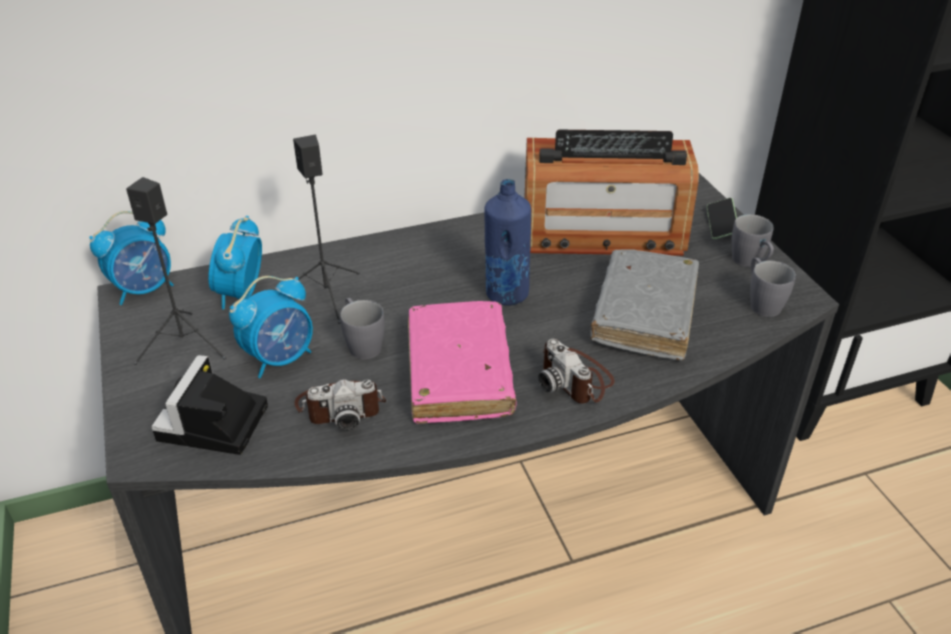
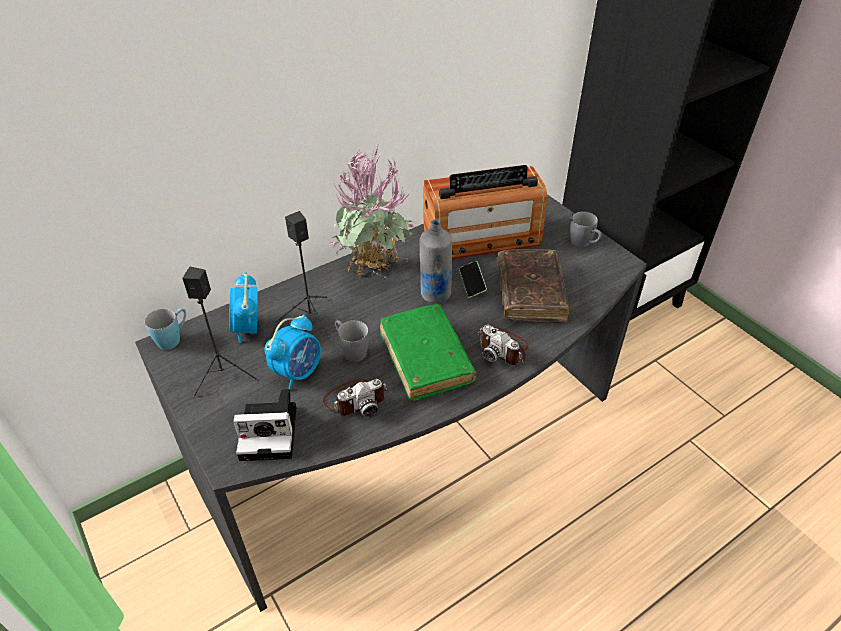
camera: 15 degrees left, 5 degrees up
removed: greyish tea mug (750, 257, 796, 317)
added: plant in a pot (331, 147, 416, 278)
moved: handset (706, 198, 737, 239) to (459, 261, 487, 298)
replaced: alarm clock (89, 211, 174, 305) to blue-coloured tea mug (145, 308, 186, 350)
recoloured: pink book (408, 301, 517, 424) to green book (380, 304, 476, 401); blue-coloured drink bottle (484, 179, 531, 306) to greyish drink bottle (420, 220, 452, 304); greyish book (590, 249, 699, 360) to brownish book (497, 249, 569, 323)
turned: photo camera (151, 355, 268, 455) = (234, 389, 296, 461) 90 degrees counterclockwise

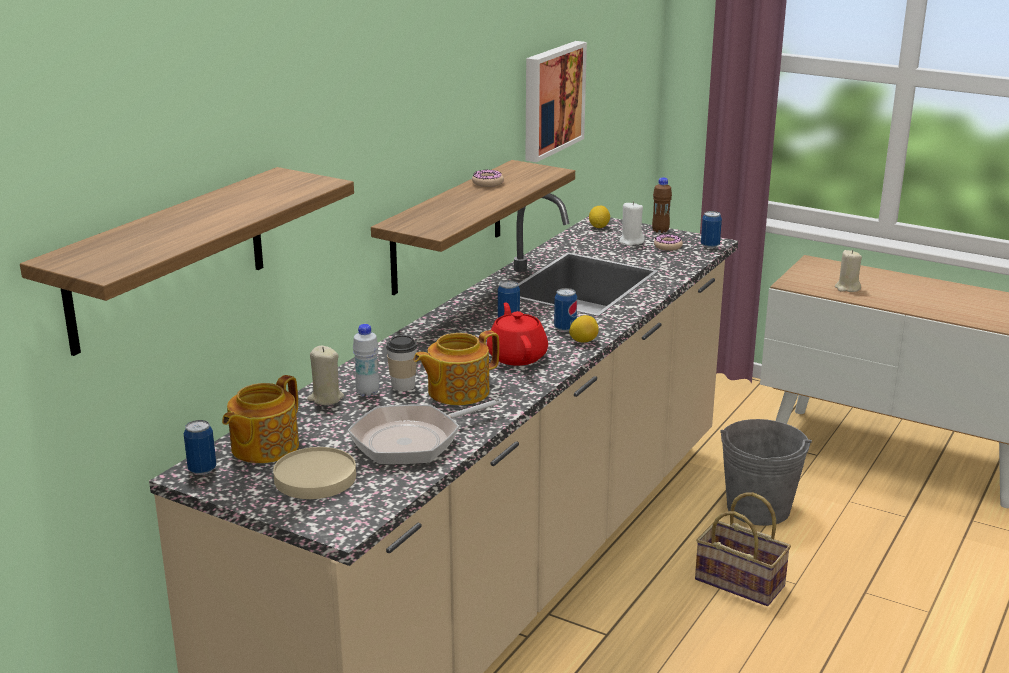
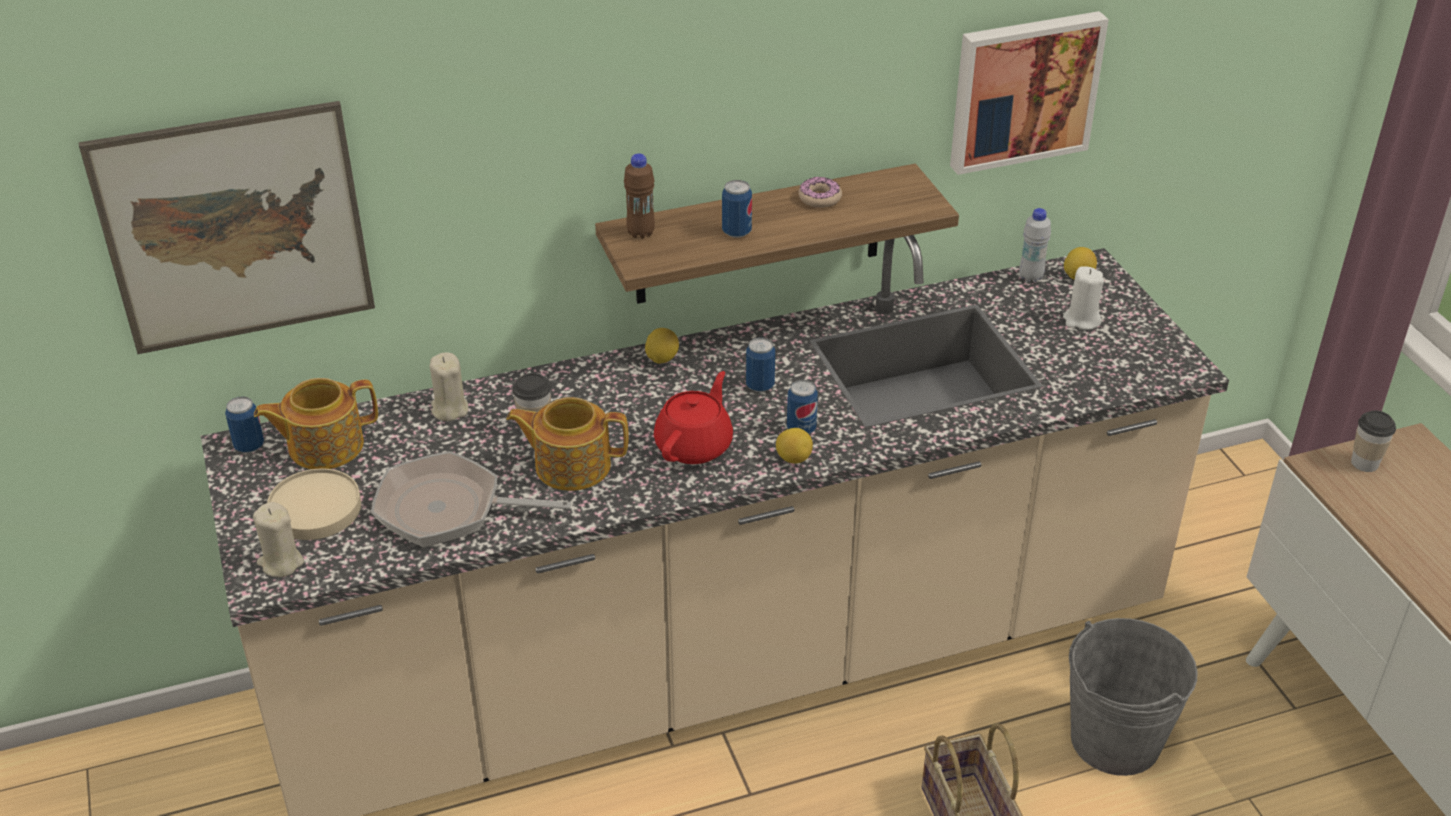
camera: 40 degrees right, 15 degrees up
removed: doughnut (654, 234, 683, 251)
added: lemon (645, 328, 679, 364); cup (1351, 410, 1396, 472)
moved: sand-coloured candle (835, 250, 862, 292) to (253, 502, 304, 578); brownish drink bottle (652, 177, 672, 233) to (624, 153, 655, 239); metal can (701, 211, 722, 248) to (722, 180, 752, 238); white-coloured drink bottle (353, 324, 379, 397) to (1019, 208, 1051, 282)
replaced: bracket shelf (20, 167, 354, 356) to wall picture (79, 101, 375, 354)

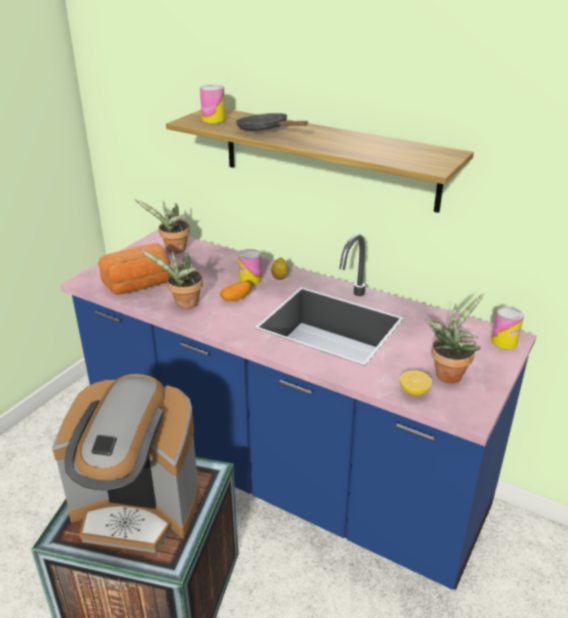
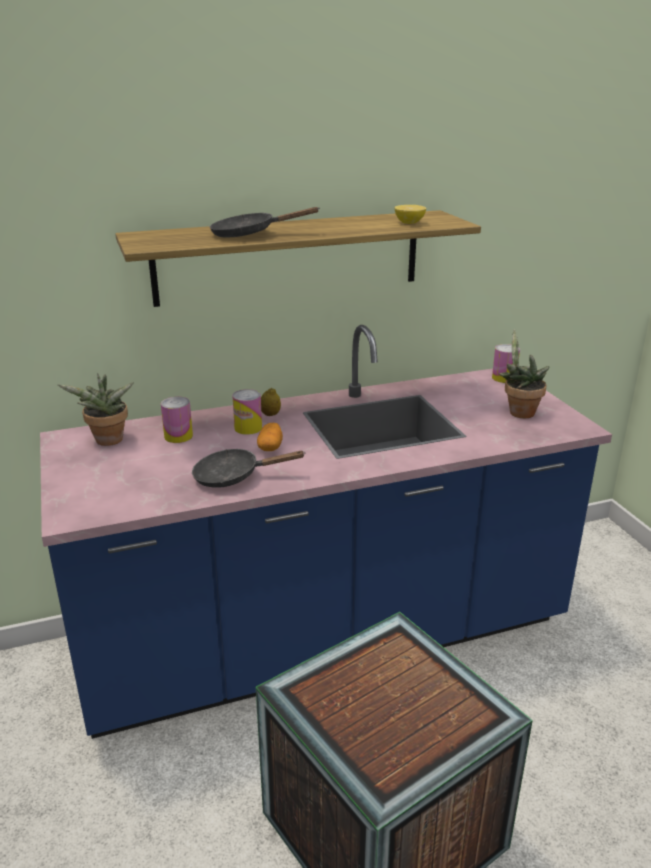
camera: 50 degrees left, 5 degrees down
removed: coffee machine (52, 374, 200, 553); bakery bread (98, 243, 170, 294)
moved: metal can (200, 85, 226, 123) to (161, 397, 193, 443); lemon (400, 370, 432, 396) to (394, 205, 426, 224)
replaced: plant in a pot (139, 249, 203, 309) to blackish pan (192, 449, 306, 488)

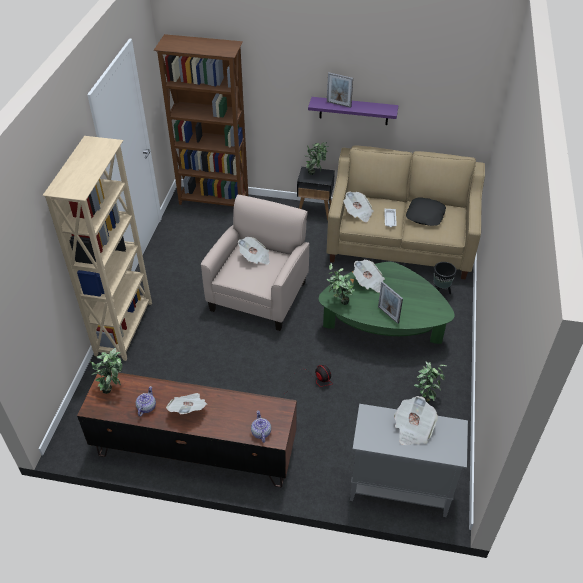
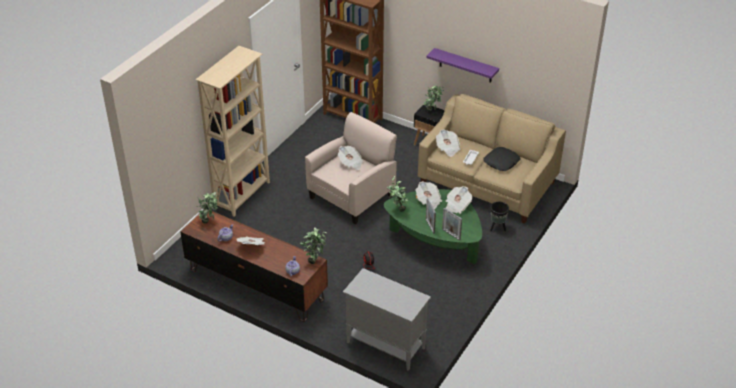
camera: 20 degrees right, 5 degrees down
moved: plant in a pot (414, 361, 446, 404) to (300, 227, 326, 264); picture frame (327, 72, 353, 108) to (442, 208, 462, 241); newspaper (394, 396, 438, 445) to (446, 186, 472, 214)

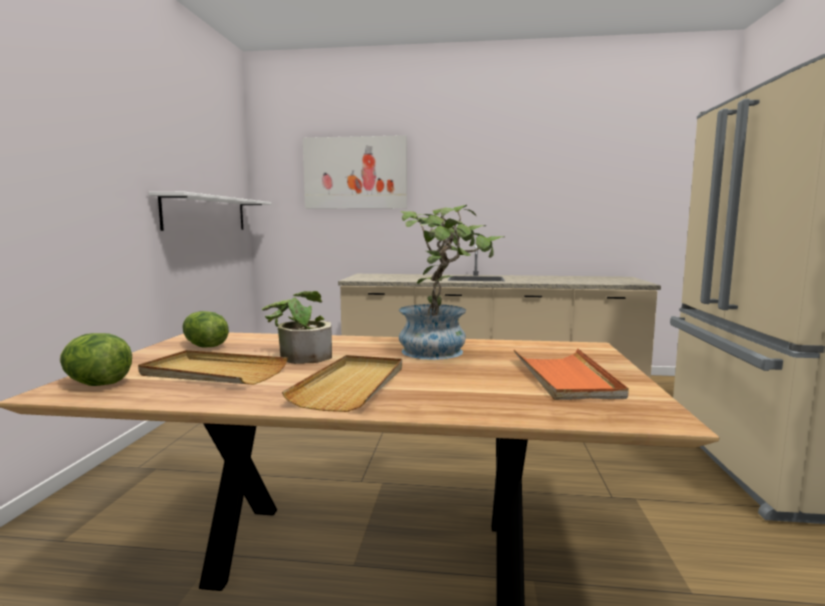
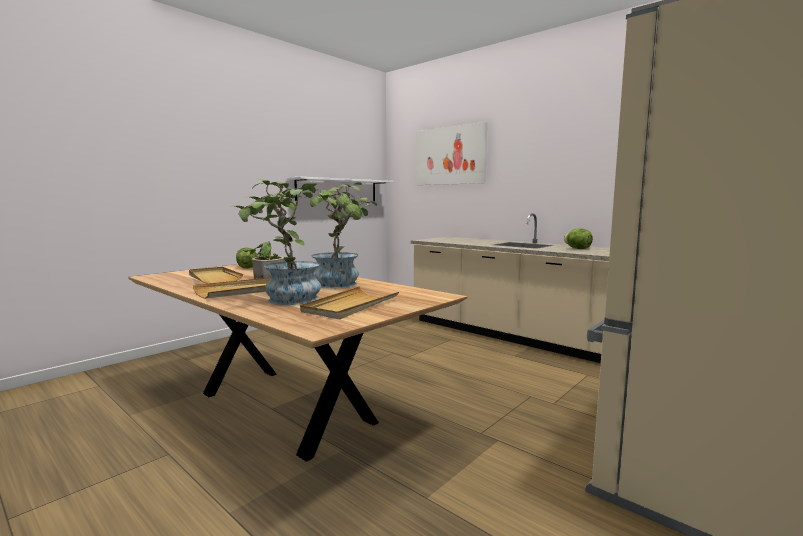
camera: 35 degrees right, 0 degrees up
added: plant in a pot (229, 179, 321, 305)
moved: head of lettuce (60, 333, 132, 386) to (564, 228, 593, 249)
recoloured: orange tray (513, 349, 629, 400) to sand-coloured tray (300, 286, 399, 320)

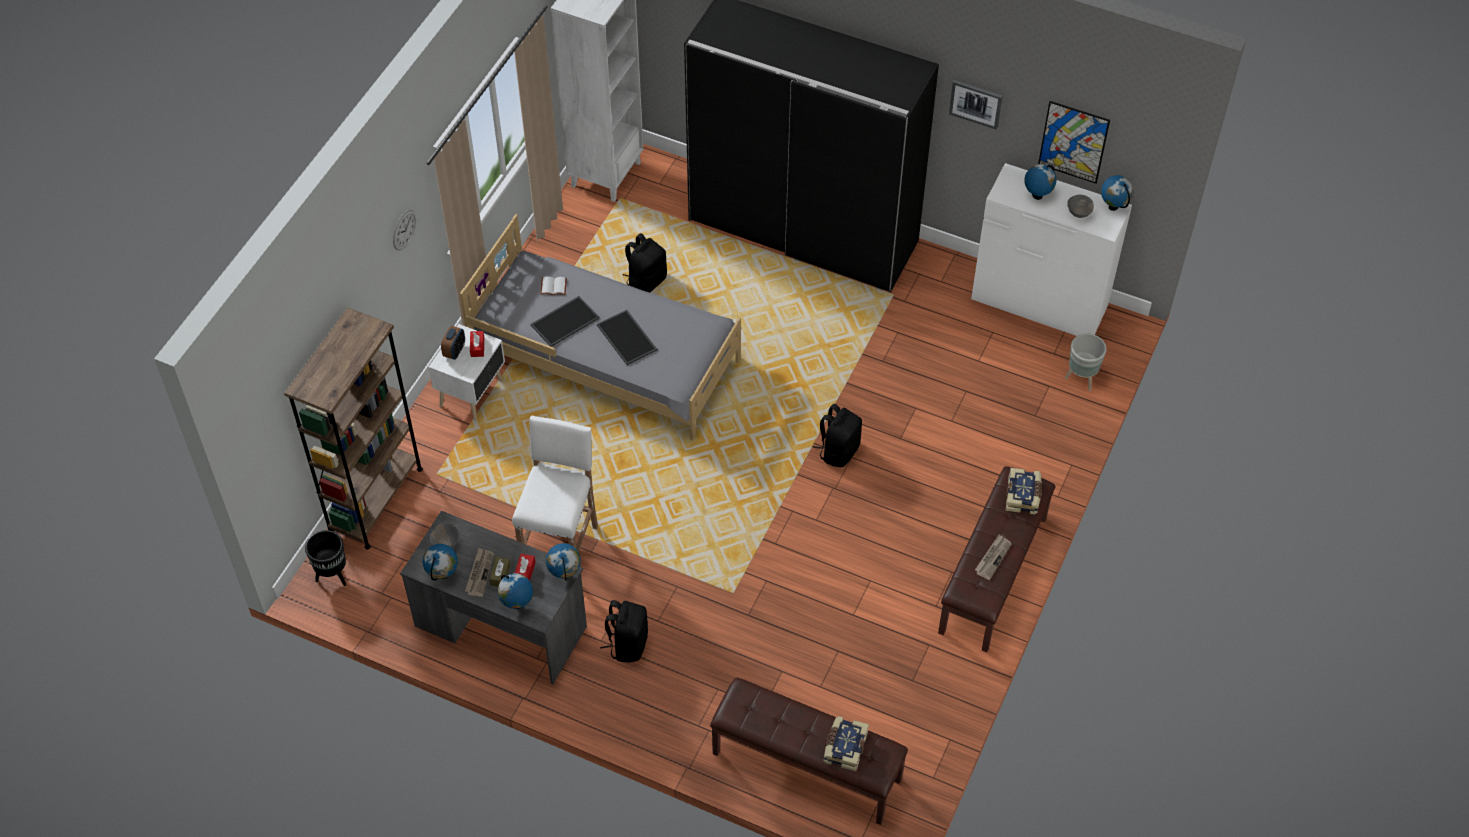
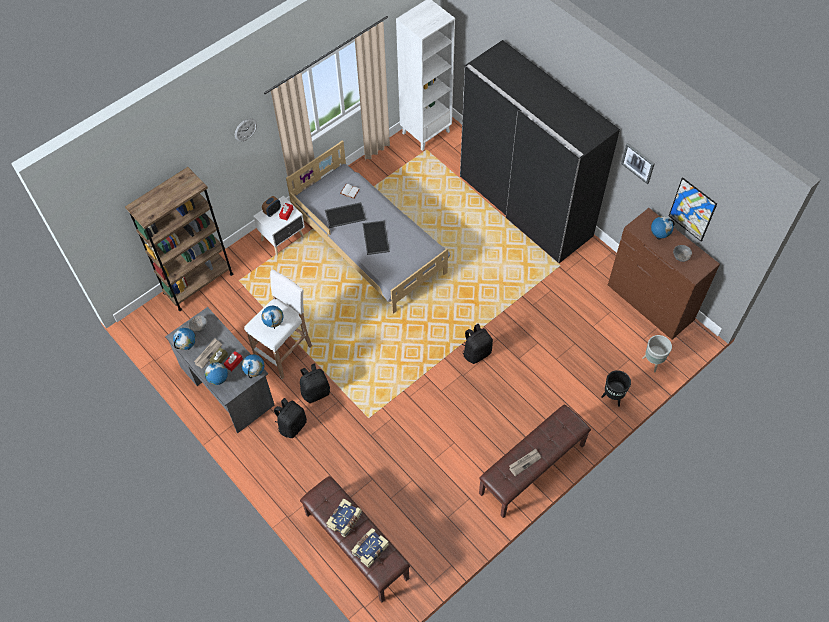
camera: 25 degrees right, 5 degrees up
moved: globe (1101, 175, 1133, 211) to (261, 306, 284, 329); blackish knapsack (623, 233, 667, 293) to (300, 363, 330, 403); book (1006, 468, 1042, 515) to (326, 498, 362, 537); blackish flower pot (305, 530, 346, 586) to (601, 370, 631, 407)
recoloured: white-coloured chest of drawers (971, 163, 1132, 336) to brownish chest of drawers (608, 208, 720, 340)

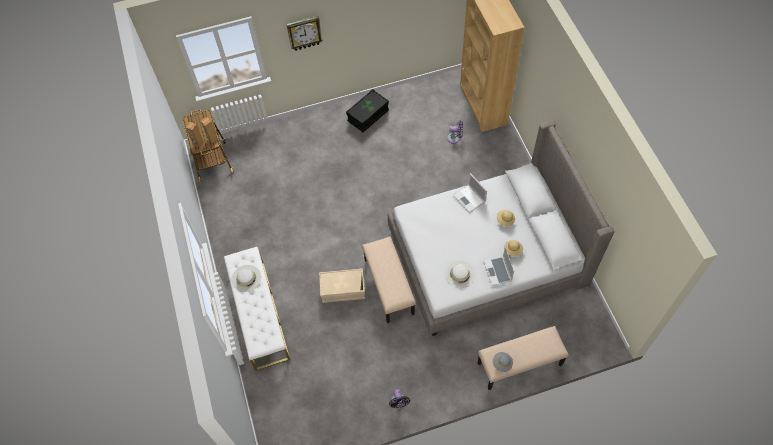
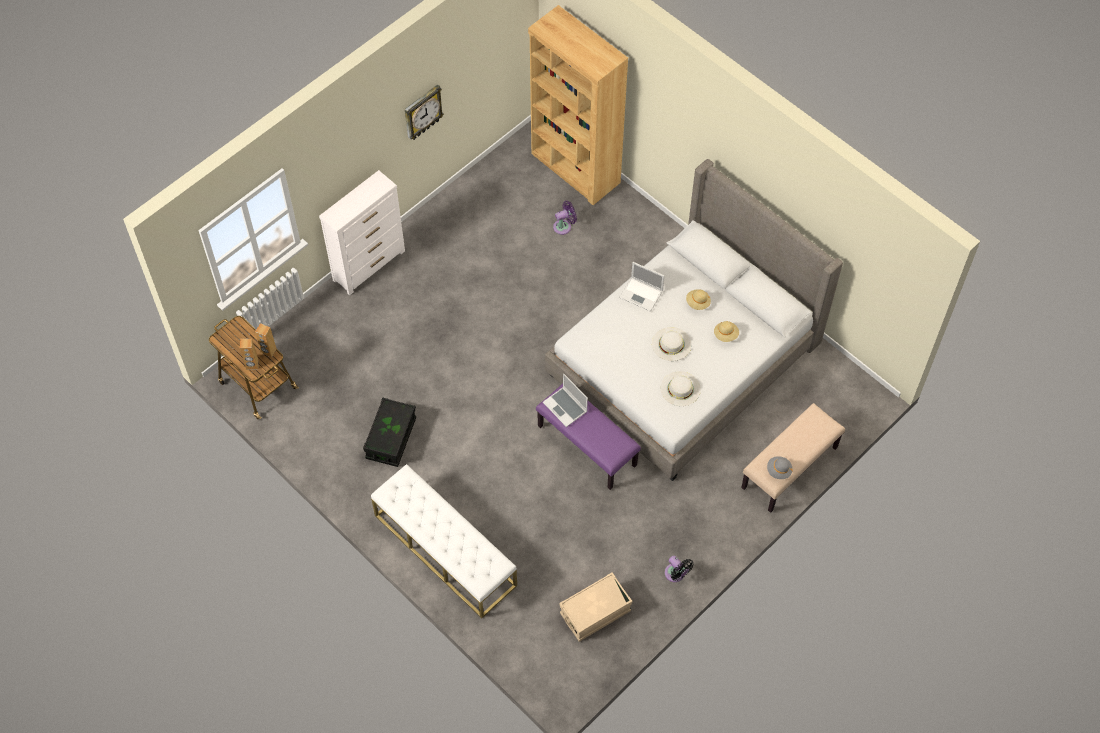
camera: 30 degrees left, 0 degrees up
added: white-coloured chest of drawers (319, 170, 405, 295)
moved: blackish storage container (346, 89, 389, 132) to (363, 398, 416, 467); hanging clock (286, 16, 323, 51) to (405, 84, 444, 140); laptop (483, 247, 514, 286) to (543, 373, 588, 427); sand-coloured storage container (319, 268, 366, 303) to (559, 572, 632, 642); white-coloured clothing hat (231, 265, 261, 292) to (652, 327, 691, 361)
recoloured: sand-coloured long seat (362, 236, 416, 323) to purplish long seat (536, 383, 641, 490)

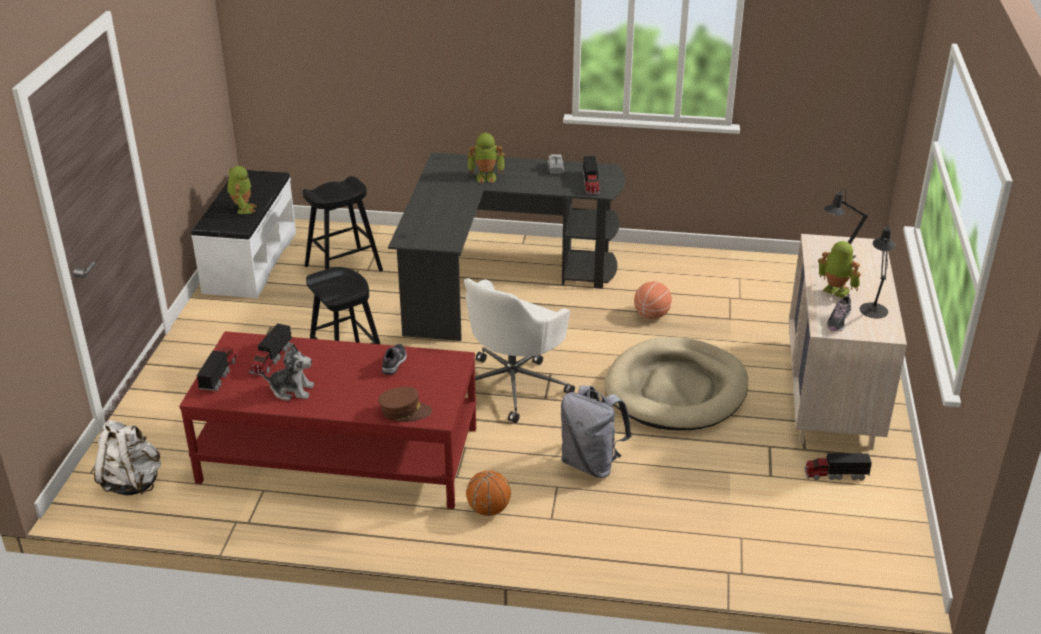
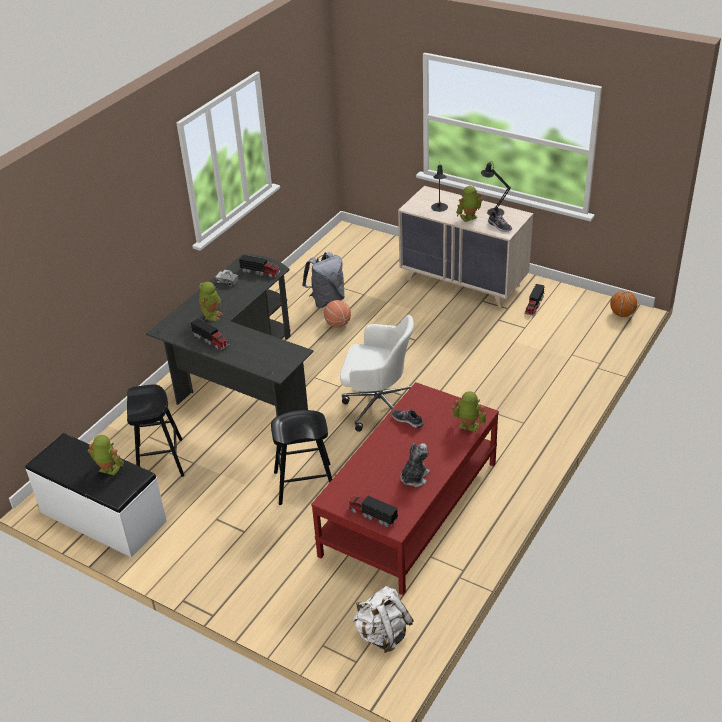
camera: 65 degrees left, 5 degrees up
removed: sand-coloured pet bed (604, 337, 748, 430)
moved: toy lorry (249, 323, 293, 376) to (191, 318, 230, 350); greyish knapsack (561, 386, 632, 478) to (302, 252, 345, 308); basketball (466, 470, 511, 516) to (610, 290, 637, 317)
replaced: brownish cap (378, 387, 432, 422) to robot figure (452, 391, 486, 432)
turned: white-coloured office chair (464, 278, 575, 423) = (340, 315, 414, 432) 45 degrees counterclockwise

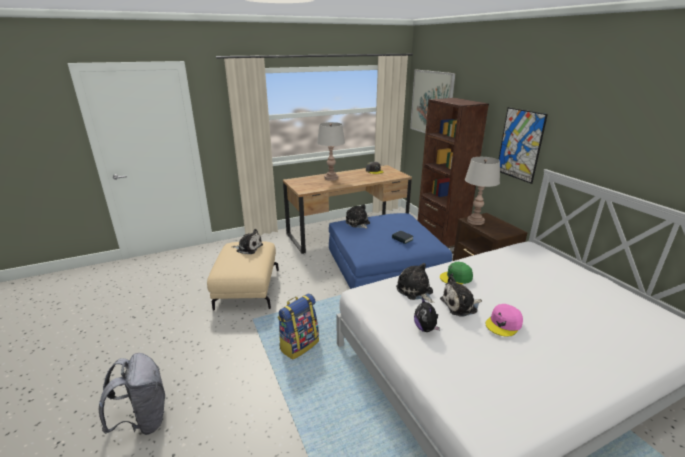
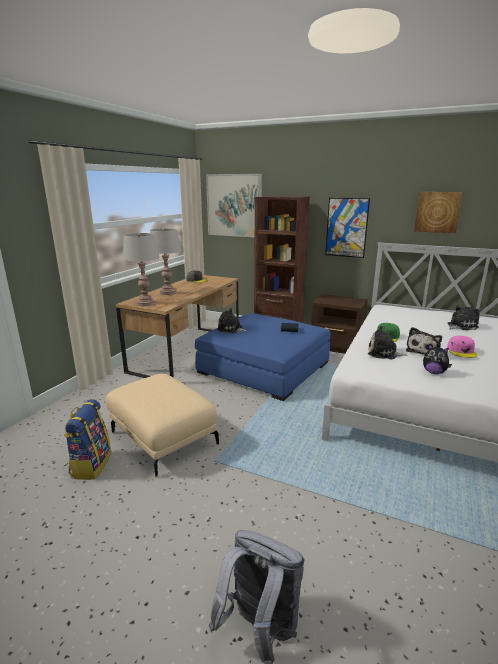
camera: 40 degrees left, 5 degrees down
added: wall picture (414, 192, 463, 233)
moved: knapsack (278, 294, 319, 360) to (64, 399, 111, 480); greyish lamp for a table (465, 157, 500, 225) to (123, 233, 160, 306); plush toy (232, 229, 263, 254) to (447, 306, 480, 330)

